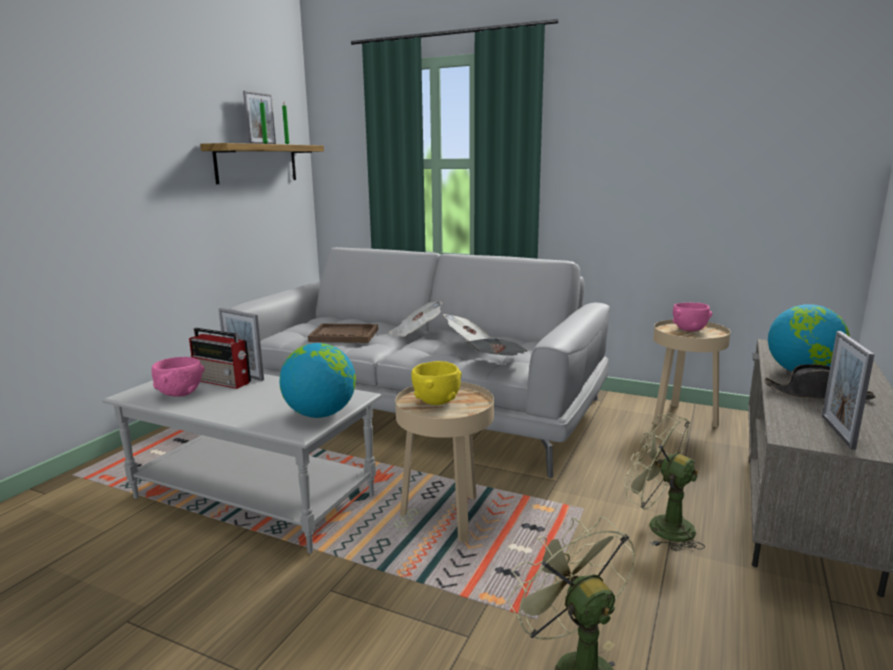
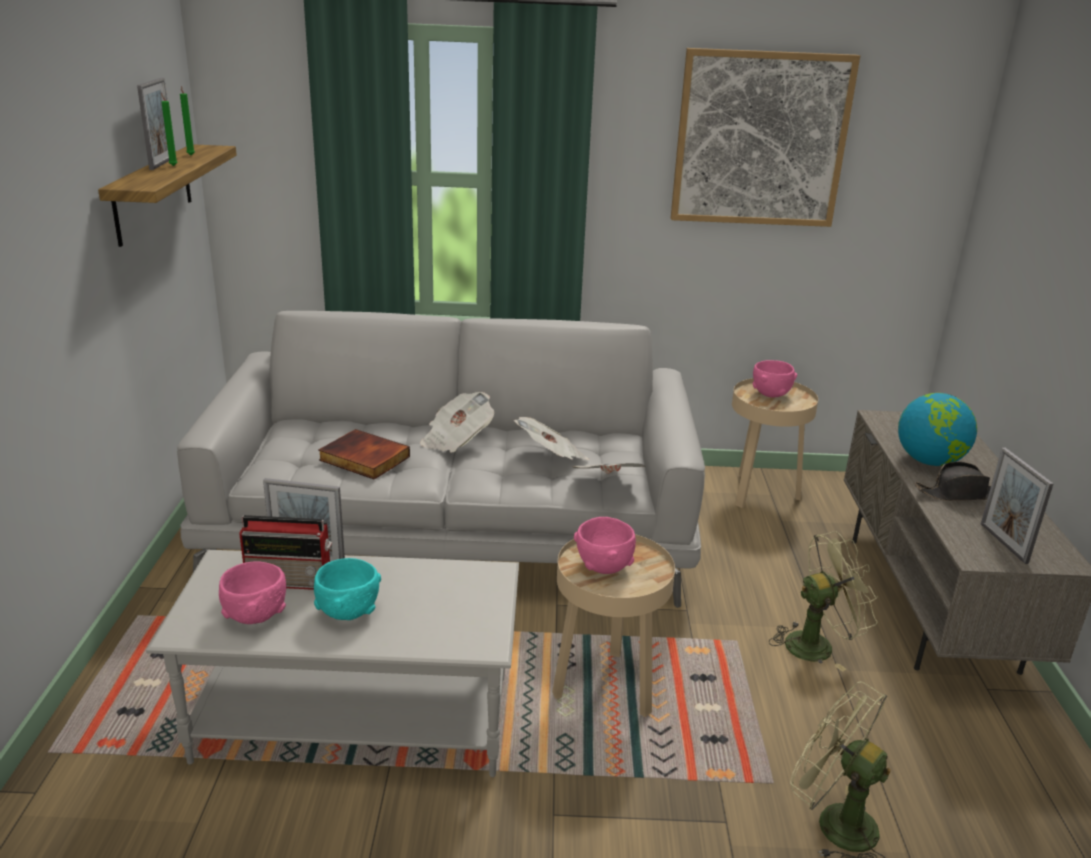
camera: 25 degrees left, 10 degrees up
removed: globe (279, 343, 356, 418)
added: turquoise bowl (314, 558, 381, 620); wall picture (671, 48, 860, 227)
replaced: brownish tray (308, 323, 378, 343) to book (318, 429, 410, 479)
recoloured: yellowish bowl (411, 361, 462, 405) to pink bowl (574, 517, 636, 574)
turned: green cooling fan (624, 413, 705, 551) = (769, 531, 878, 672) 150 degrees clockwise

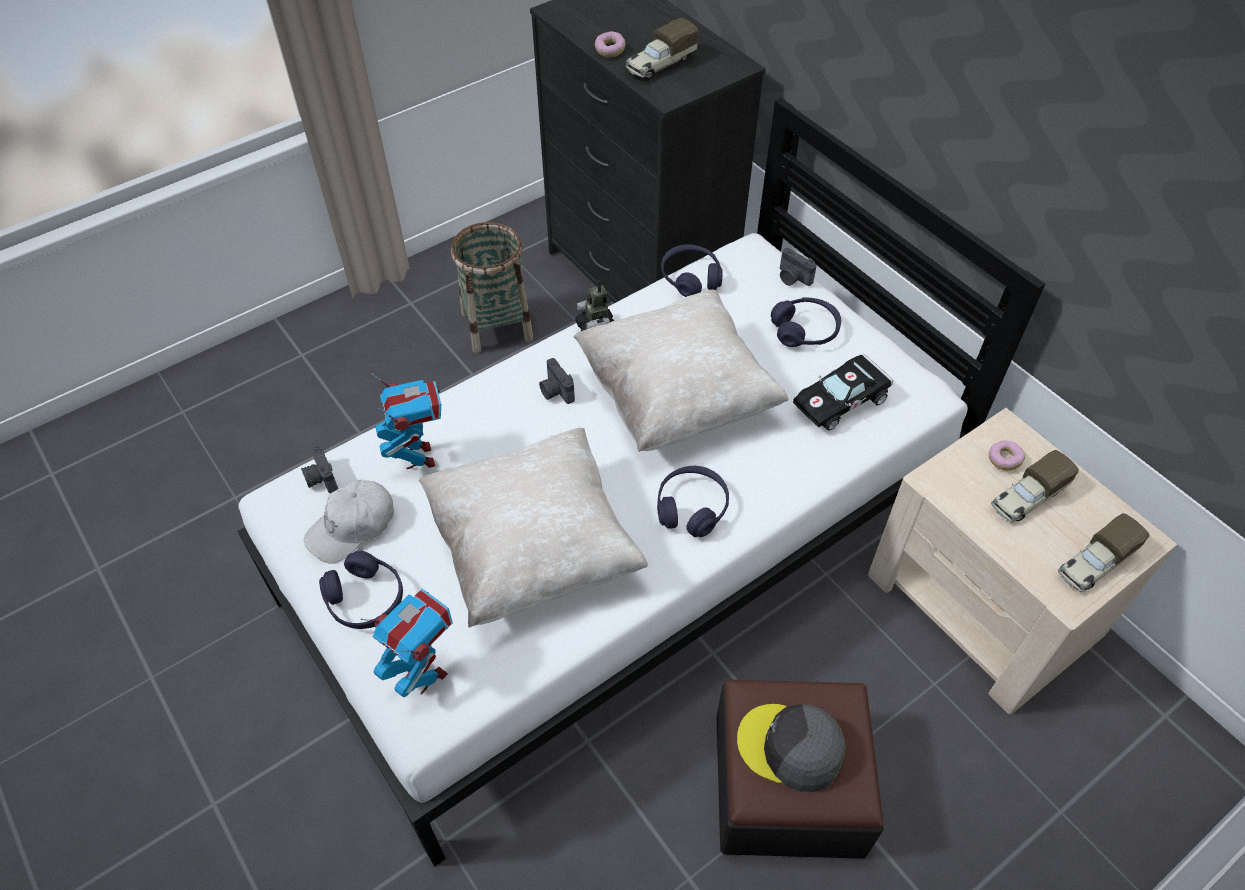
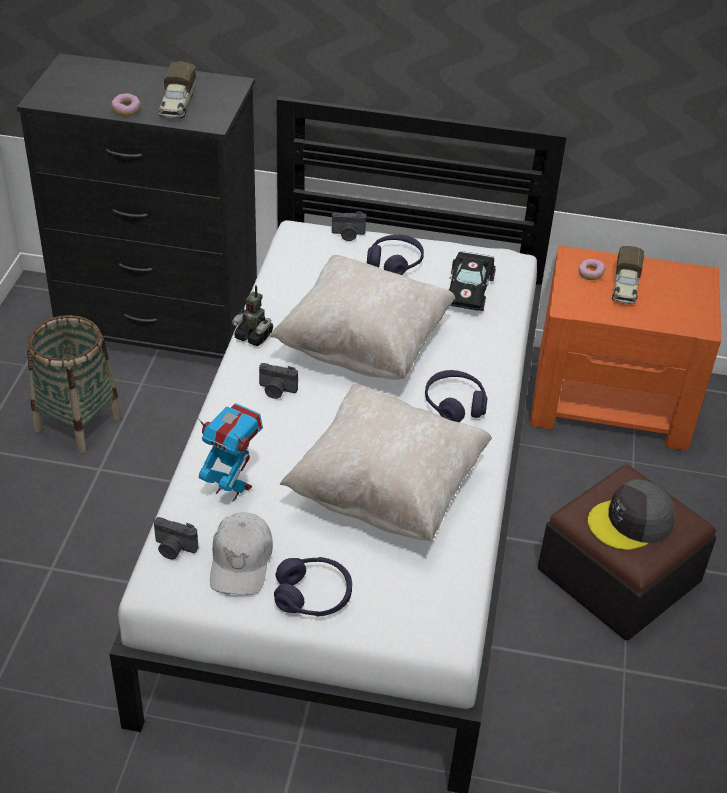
camera: 45 degrees left, 10 degrees down
removed: robot figure (360, 589, 453, 697); purplish headset (661, 244, 723, 297); toy lorry (1058, 513, 1150, 592)
recoloured: sand-coloured night table (868, 408, 1177, 714) to orange night table (530, 245, 721, 451)

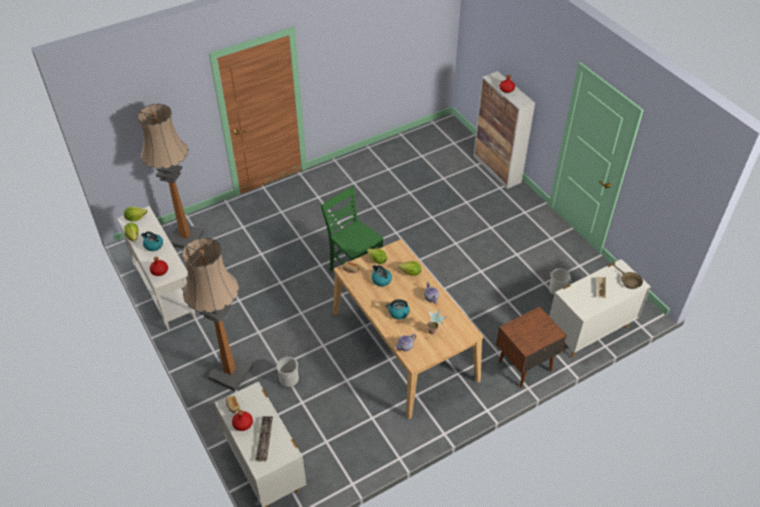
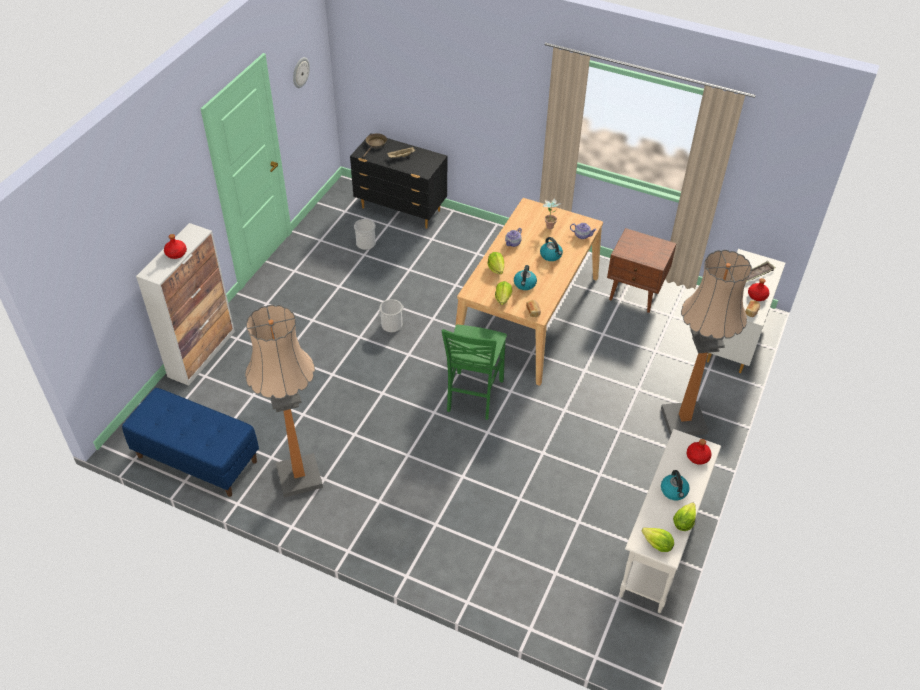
camera: 125 degrees left, 0 degrees up
added: blue-coloured long seat (122, 388, 259, 497); hanging clock (293, 57, 310, 88)
moved: standard lamp (138, 104, 204, 249) to (245, 305, 323, 498); pail (276, 357, 299, 387) to (379, 299, 404, 332); brownish night table (496, 306, 567, 388) to (607, 228, 677, 313)
recoloured: white-coloured chest of drawers (549, 259, 651, 357) to blackish chest of drawers (350, 133, 447, 229)

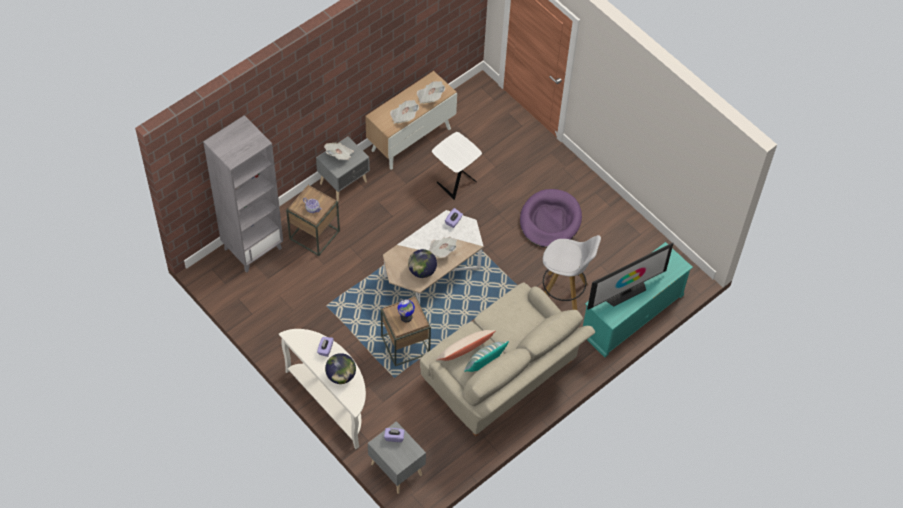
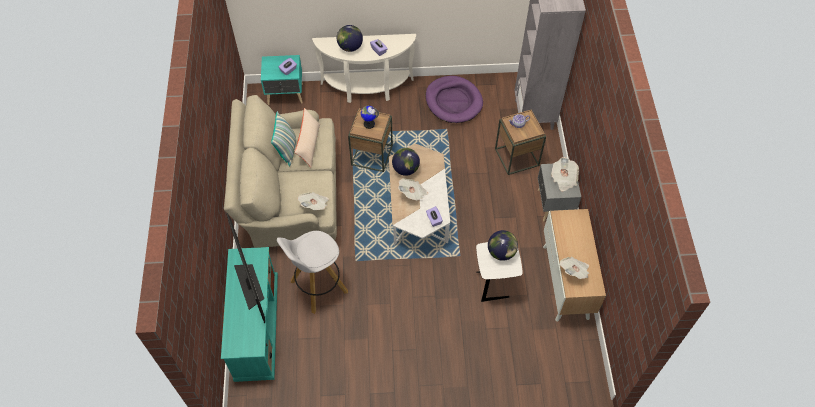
camera: 130 degrees right, 0 degrees up
added: globe (488, 230, 518, 261)
moved: newspaper (390, 100, 419, 124) to (298, 192, 329, 211); purplish pet bed (520, 189, 582, 248) to (426, 76, 483, 123)
recoloured: greyish night table (368, 421, 426, 494) to turquoise night table (261, 55, 303, 105)
turned: TV (587, 243, 673, 310) = (226, 213, 265, 323) 150 degrees clockwise

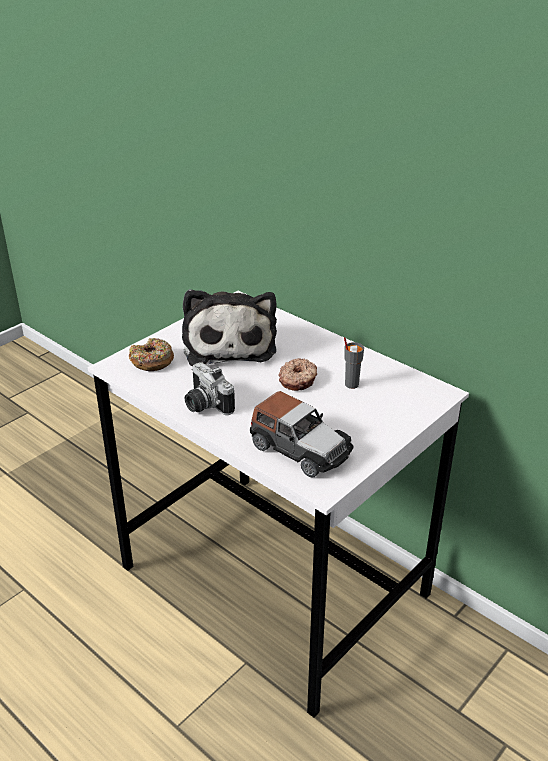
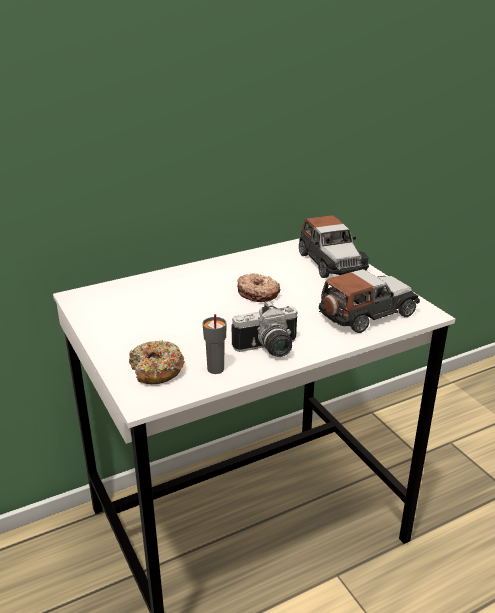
camera: 70 degrees left, 5 degrees down
removed: plush toy (182, 289, 277, 366)
added: model car (299, 215, 369, 278)
moved: greyish cup (344, 337, 364, 389) to (202, 314, 227, 374)

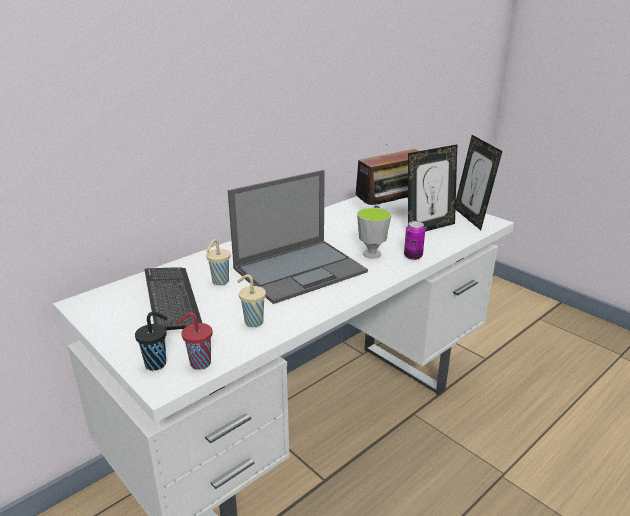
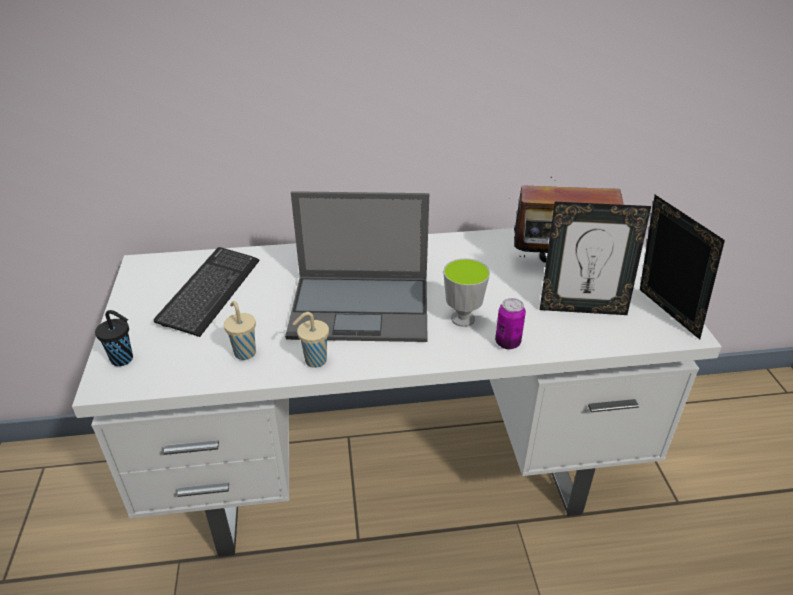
camera: 35 degrees right, 10 degrees up
removed: red cup (177, 312, 212, 370)
moved: sand-coloured cup (206, 239, 230, 285) to (293, 312, 329, 368)
turned: picture frame (455, 135, 502, 230) = (640, 195, 725, 339) 135 degrees clockwise

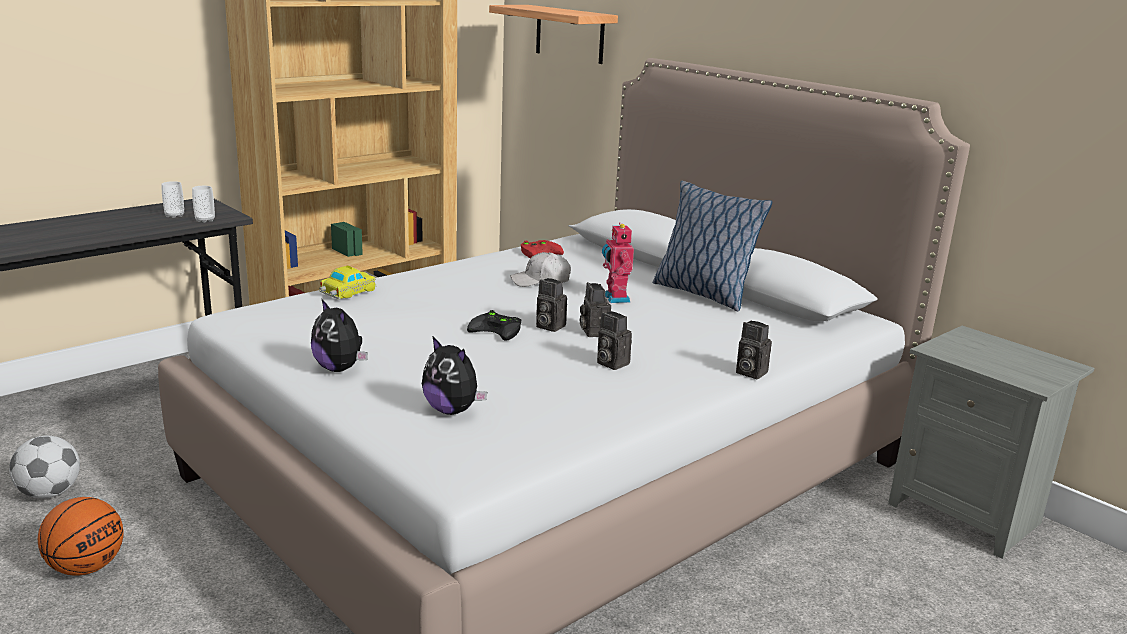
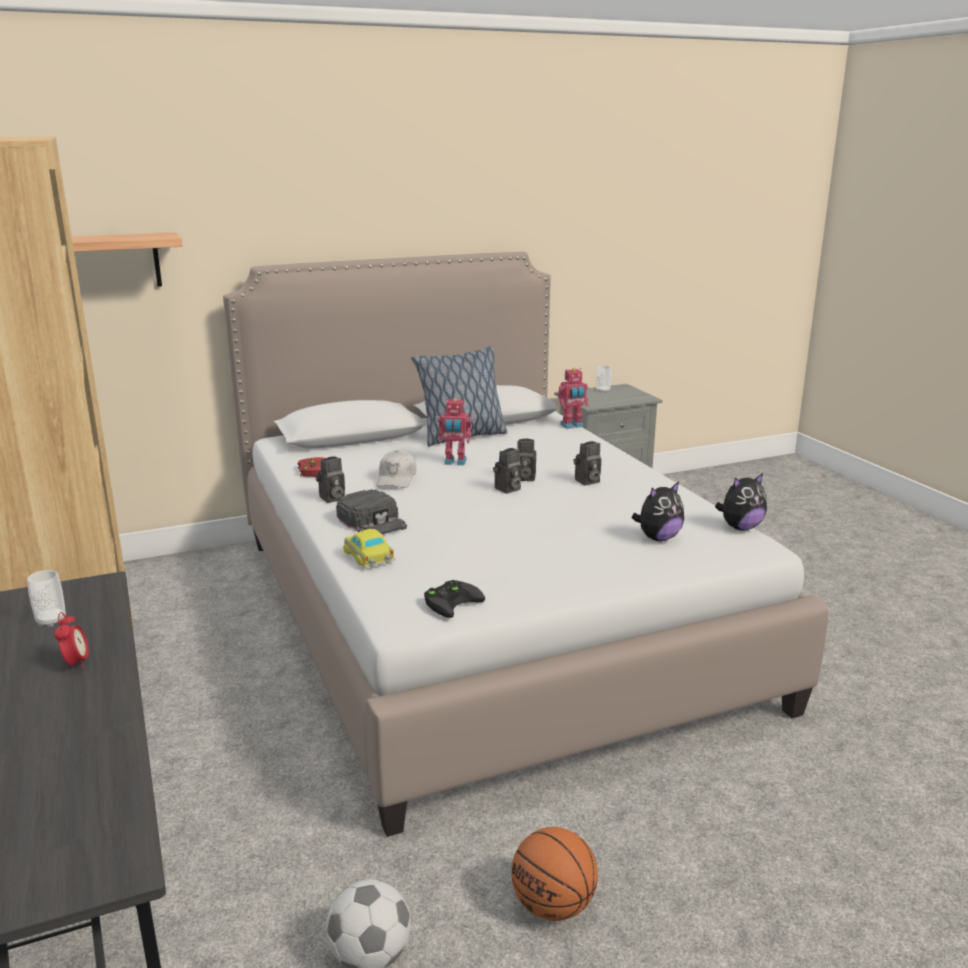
camera: 70 degrees left, 0 degrees up
added: alarm clock (54, 612, 89, 669); blackish cap (336, 489, 407, 534); robot figure (557, 368, 589, 429)
moved: photo camera (736, 321, 772, 379) to (315, 456, 345, 503); blackish game controller (467, 310, 521, 341) to (424, 580, 485, 618); cup (192, 186, 215, 223) to (596, 366, 611, 393); plush toy (311, 298, 368, 372) to (715, 473, 767, 530)

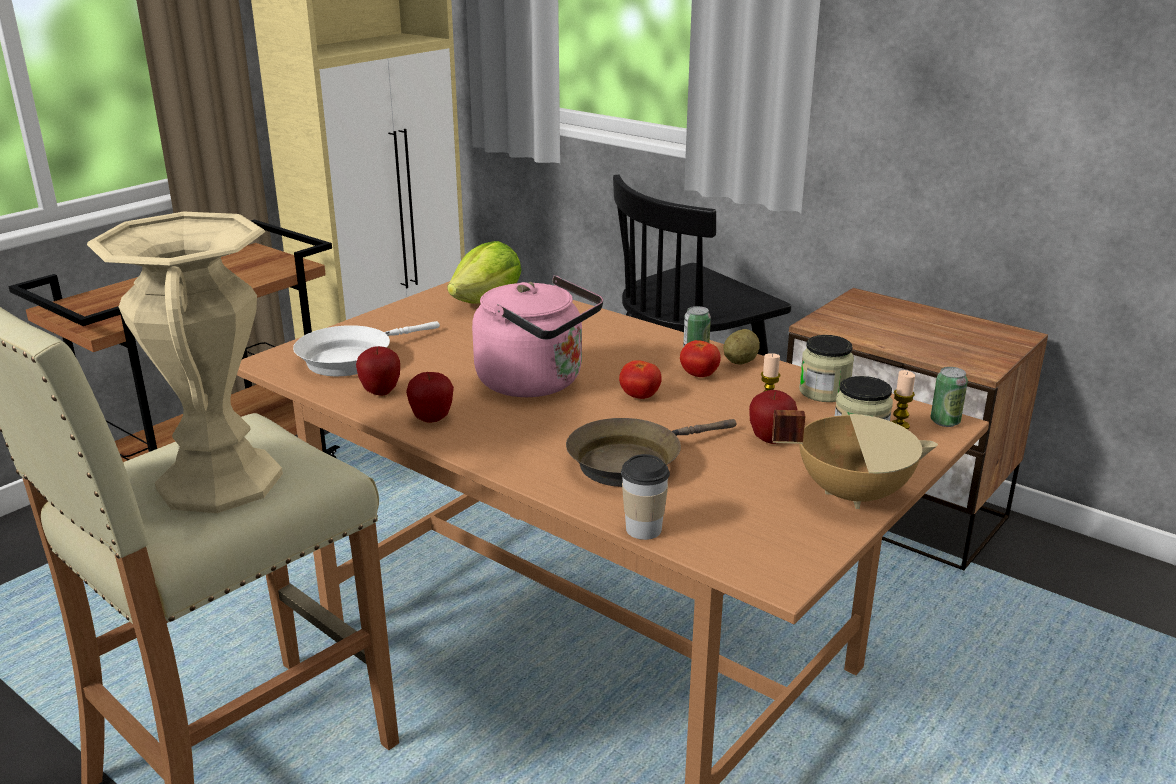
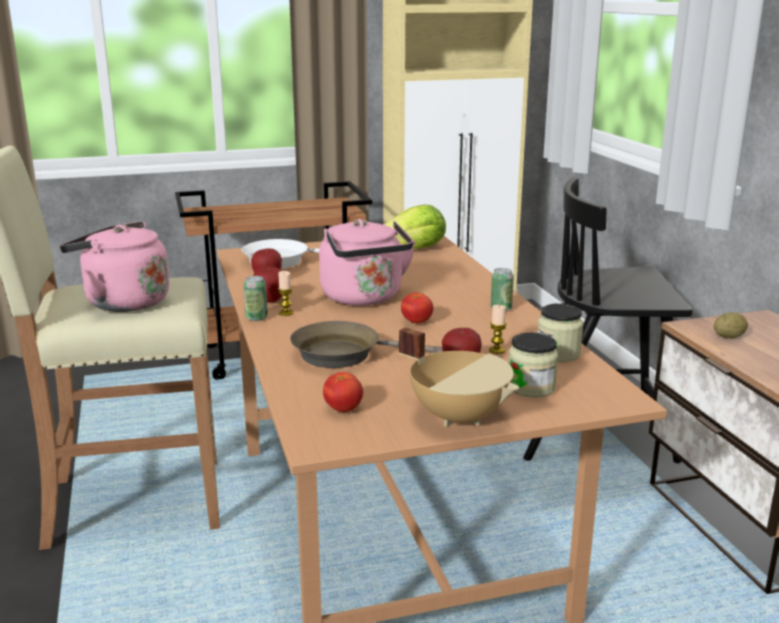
camera: 35 degrees right, 5 degrees down
removed: cup (621, 454, 670, 540)
moved: metal can (931, 367, 968, 427) to (244, 276, 268, 321); candle (891, 370, 915, 429) to (278, 271, 293, 316); fresh tomato (680, 340, 721, 377) to (323, 372, 363, 412); potato (723, 329, 760, 364) to (714, 312, 748, 339)
replaced: sand-coloured decorative vase (87, 212, 283, 513) to pink water kettle (60, 221, 169, 312)

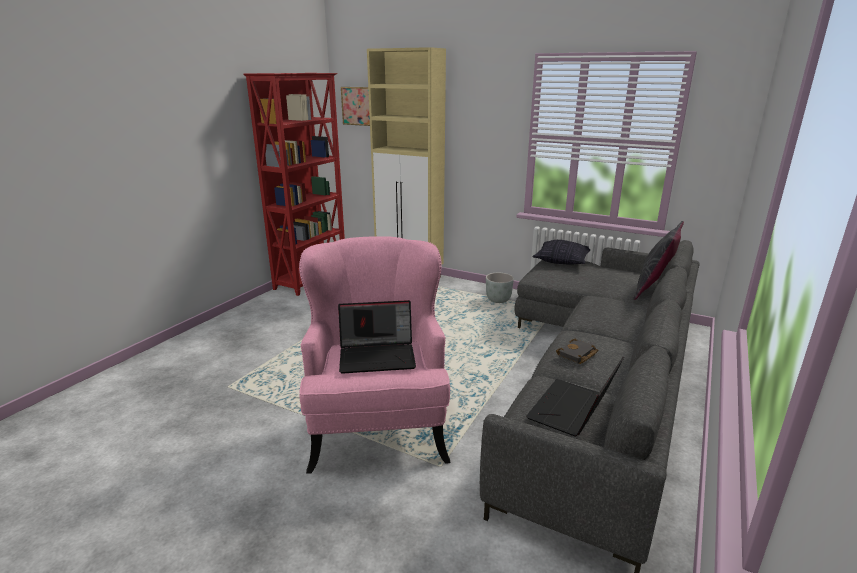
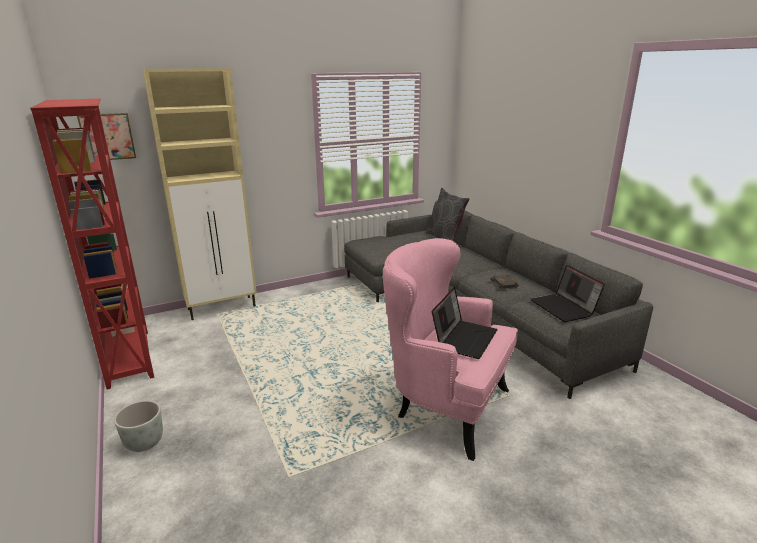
camera: 55 degrees left, 0 degrees up
removed: throw pillow (533, 240, 590, 264)
moved: greyish flower pot (486, 273, 514, 303) to (114, 400, 163, 452)

